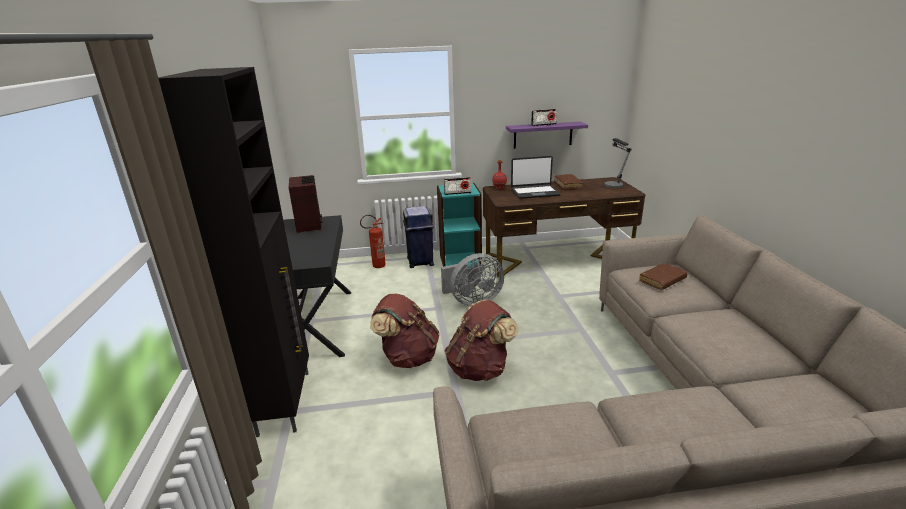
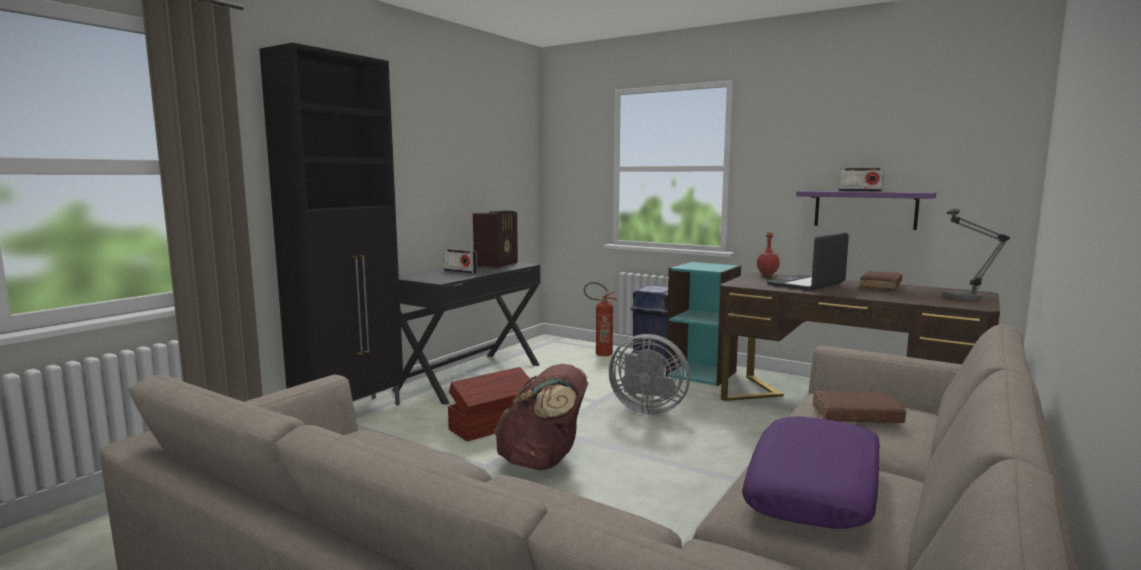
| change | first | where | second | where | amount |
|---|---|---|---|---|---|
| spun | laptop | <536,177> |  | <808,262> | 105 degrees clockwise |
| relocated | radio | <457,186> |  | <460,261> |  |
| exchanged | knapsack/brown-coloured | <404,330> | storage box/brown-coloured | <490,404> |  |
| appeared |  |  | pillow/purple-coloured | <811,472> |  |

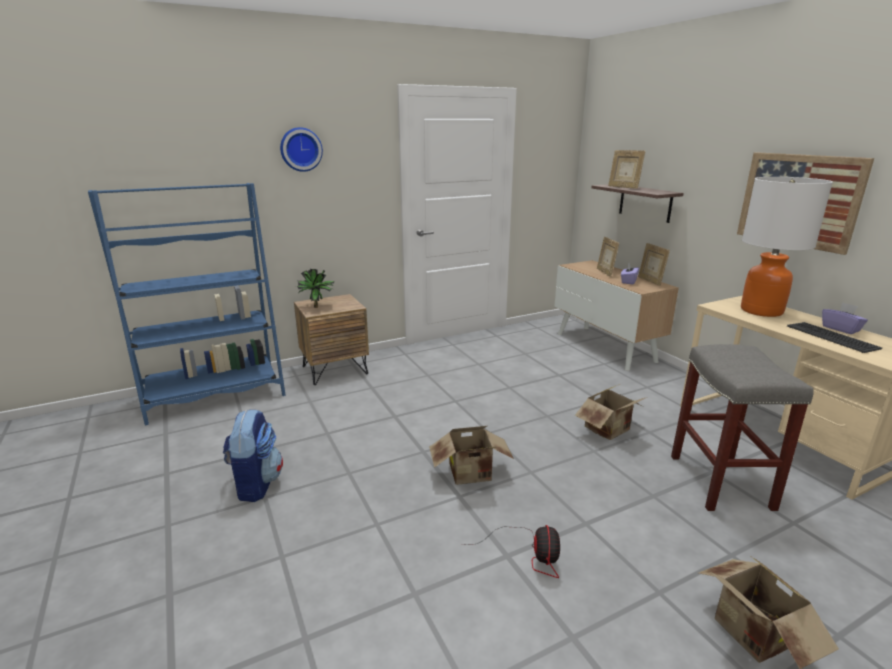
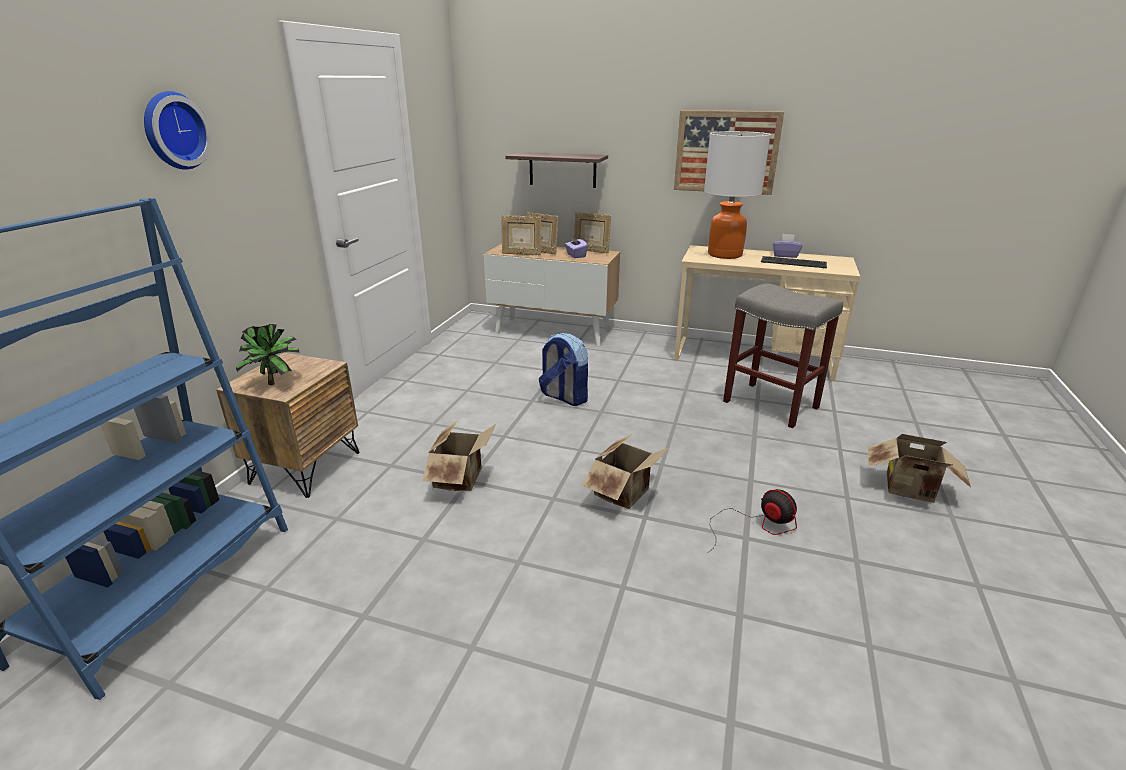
| change | first | where | second | where | amount |
|---|---|---|---|---|---|
| relocated | picture frame | <626,169> |  | <521,235> |  |
| relocated | carton | <611,412> |  | <460,455> |  |
| relocated | knapsack | <253,455> |  | <563,369> |  |

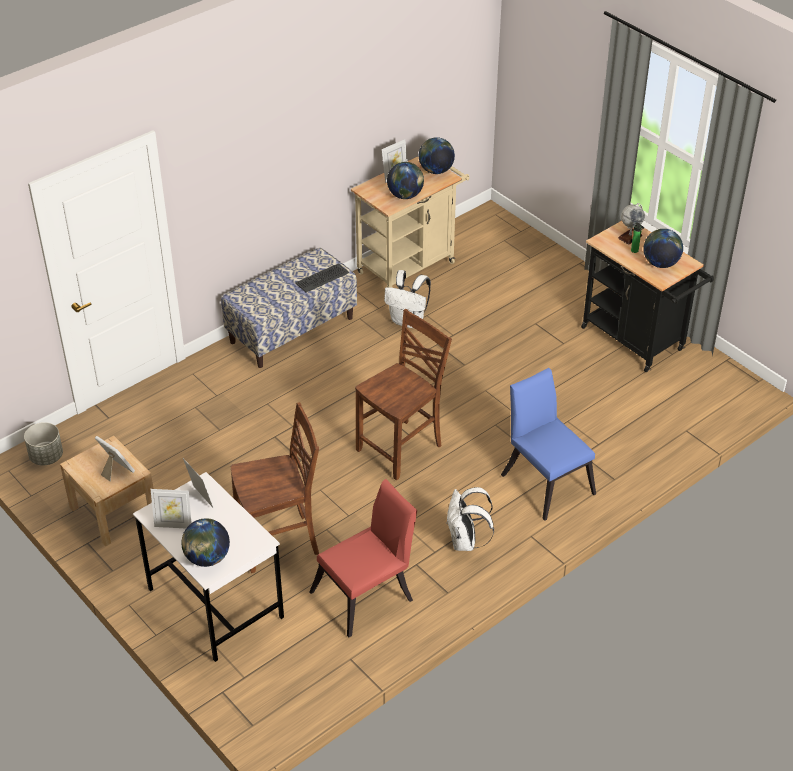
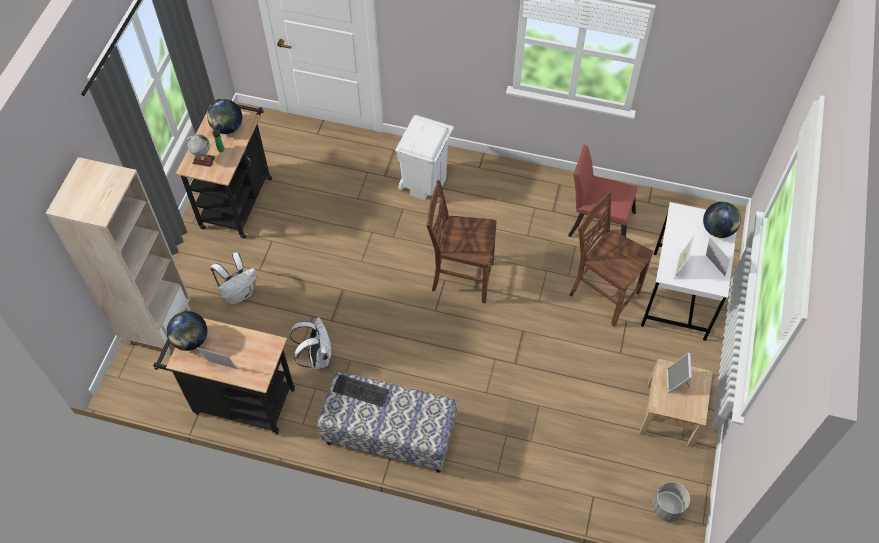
| change | first | where | second | where | amount |
|---|---|---|---|---|---|
| colour | trolley/beige | <410,221> | trolley/black-coloured | <224,376> |  |
| missing | globe | <405,180> |  |  |  |
| exchanged | plain chair/blue-coloured | <548,444> | waste bin/whitish | <425,158> |  |
| relocated | knapsack/whitish | <470,519> |  | <233,278> |  |
| appeared |  |  | bookshelf/beige | <118,256> |  |

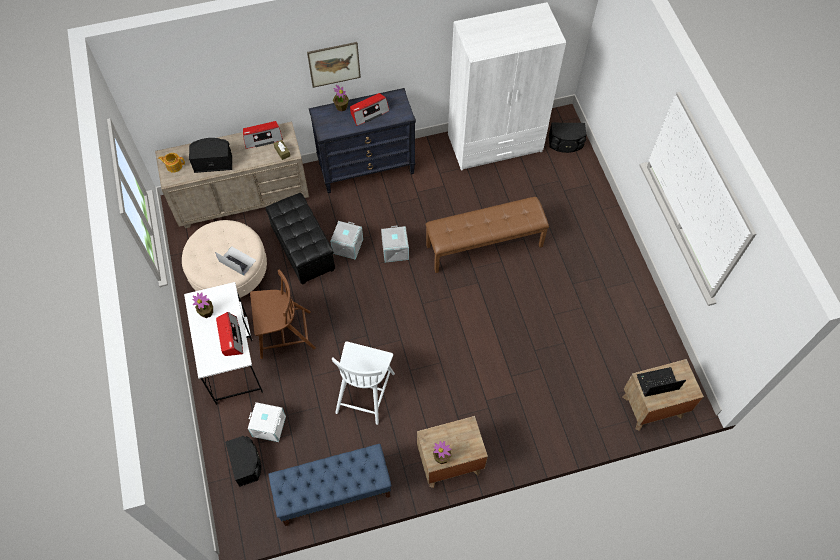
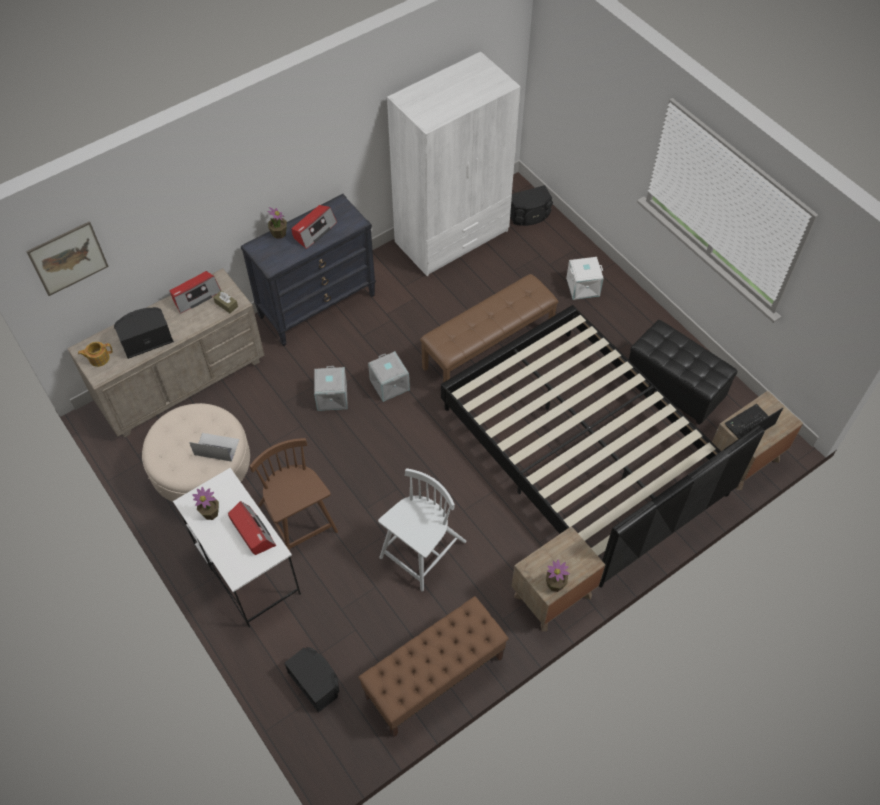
| change | first | where | second | where | amount |
|---|---|---|---|---|---|
| relocated | wall art | <334,65> |  | <67,258> |  |
| relocated | pouffe/black-coloured | <300,239> |  | <683,372> |  |
| spun | plain chair/brown-coloured | <283,314> |  | <294,494> | 90 degrees counterclockwise |
| spun | plain chair/whitish | <363,383> |  | <422,529> | 135 degrees counterclockwise |
| relocated | storage box/whitish | <267,422> |  | <585,278> |  |
| colour | long seat/blue-coloured | <330,485> | long seat/brown-coloured | <433,667> |  |
| appeared |  |  | sleeping bed/black-coloured | <603,446> |  |

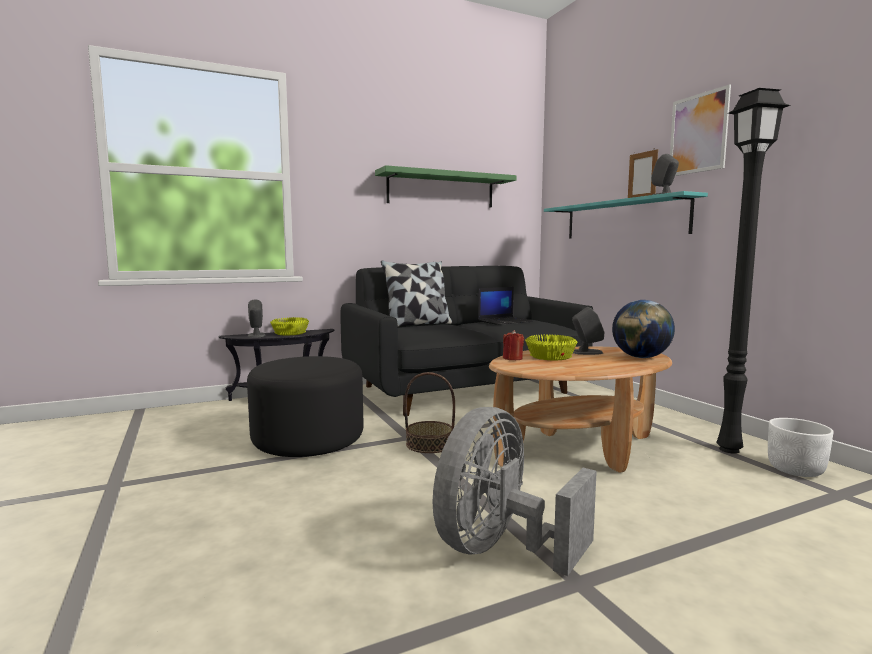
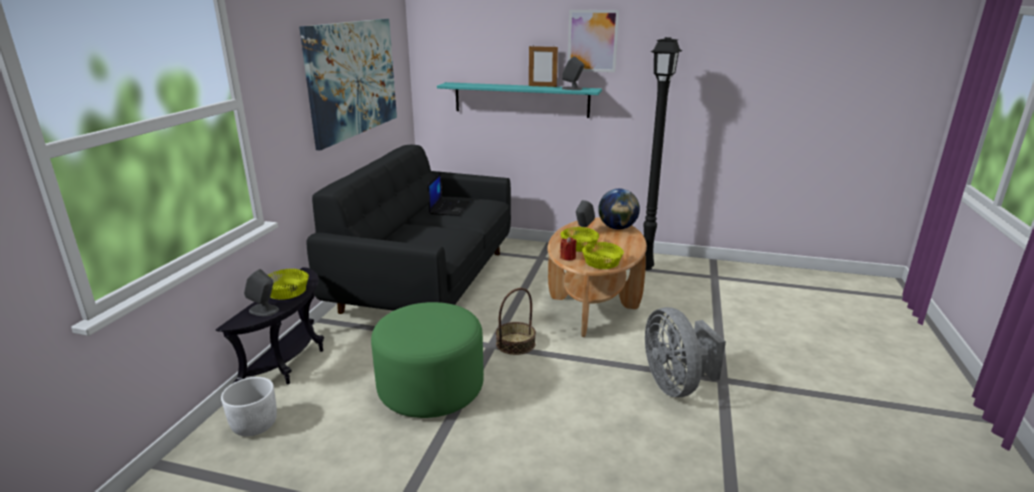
| change | first | where | second | where | amount |
|---|---|---|---|---|---|
| exchanged | wall shelf/greenish | <445,186> | wall art | <348,84> |  |
| missing | pillow | <416,293> |  |  |  |
| colour | pouffe/black-coloured | <305,406> | pouffe/greenish | <427,360> |  |
| relocated | flower pot/whitish | <801,447> |  | <249,406> |  |
| appeared |  |  | deep dish/yellow | <603,255> |  |

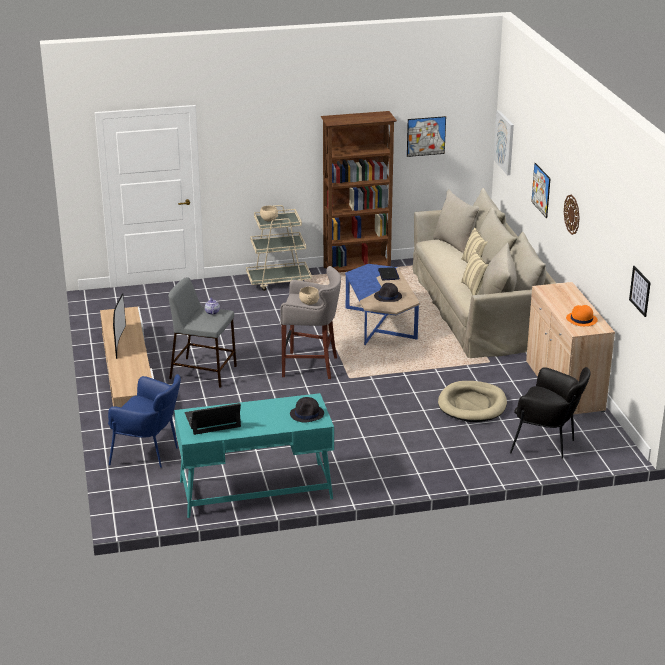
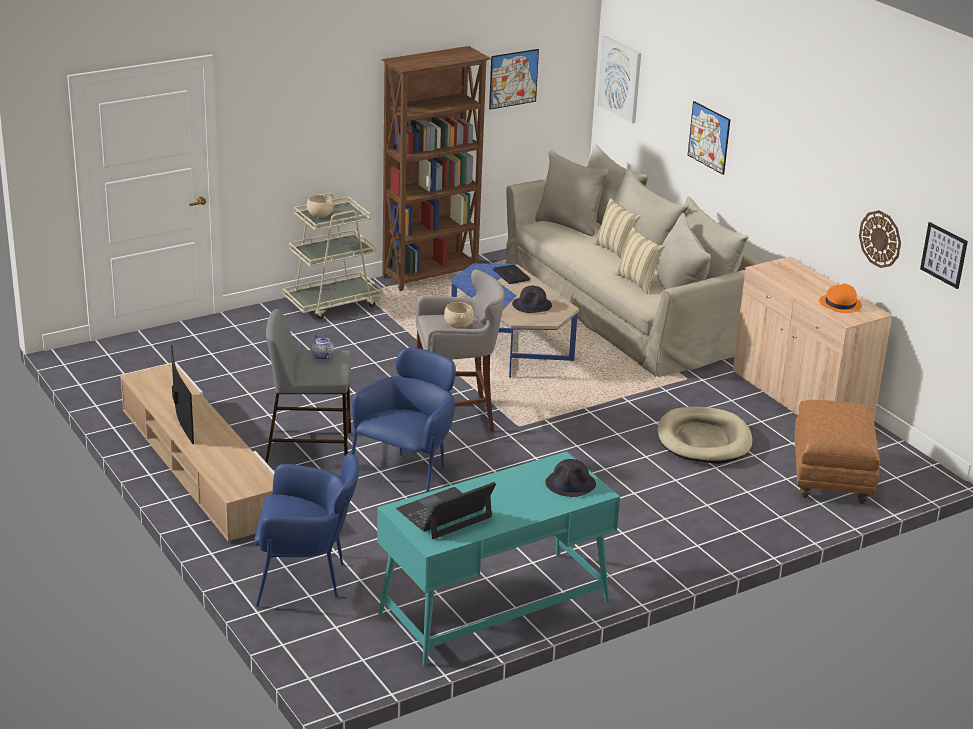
| change | first | where | second | where | amount |
|---|---|---|---|---|---|
| relocated | hanging clock | <572,214> |  | <880,239> |  |
| exchanged | easy chair/black-coloured | <550,413> | pouffe/brown-coloured | <837,452> |  |
| appeared |  |  | easy chair/blue-coloured | <403,420> |  |

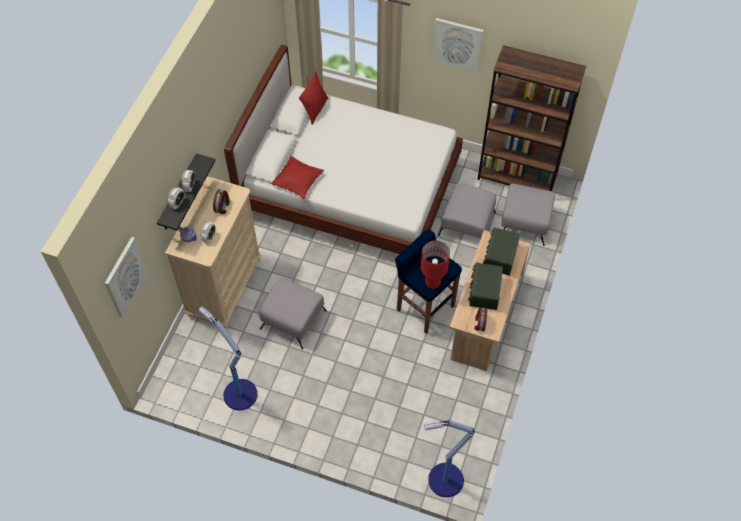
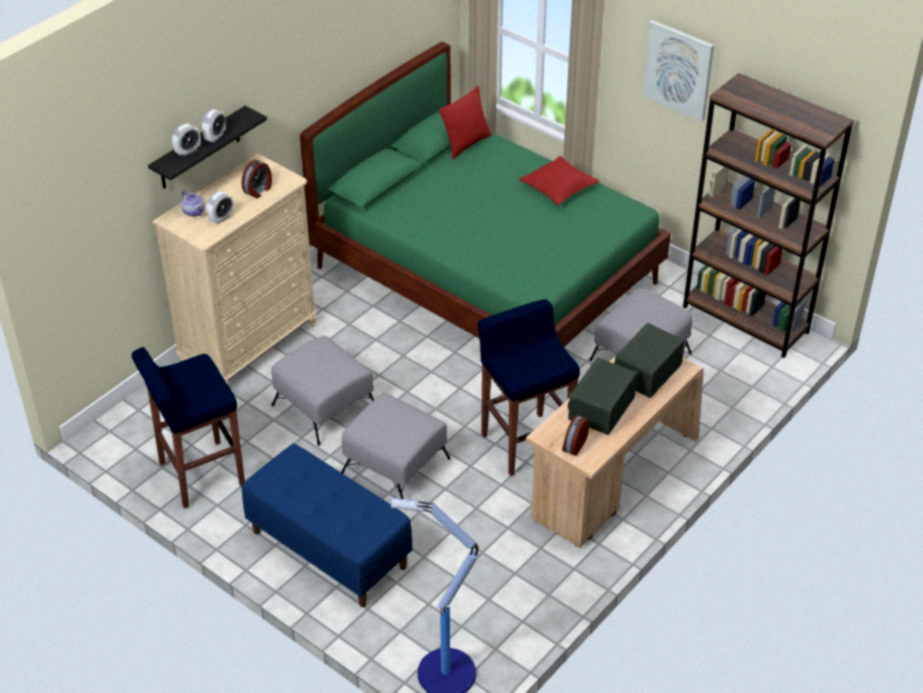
| change | first | where | second | where | amount |
|---|---|---|---|---|---|
| colour | sleeping bed/whitish | <343,149> | sleeping bed/greenish | <485,194> |  |
| relocated | pillow/red-coloured | <297,177> |  | <559,181> |  |
| relocated | pouffe/gray | <528,214> |  | <396,446> |  |
| missing | wall art | <126,277> |  |  |  |
| missing | table lamp/red-coloured | <435,265> |  |  |  |
| exchanged | standing lamp | <227,358> | stool seat/blue-coloured | <188,427> |  |
| appeared |  |  | long seat/blue-coloured | <327,525> |  |

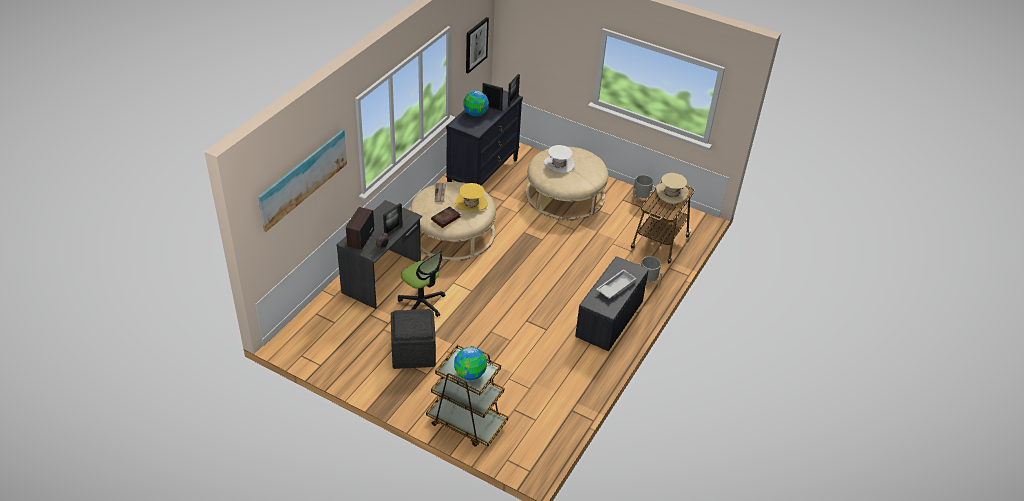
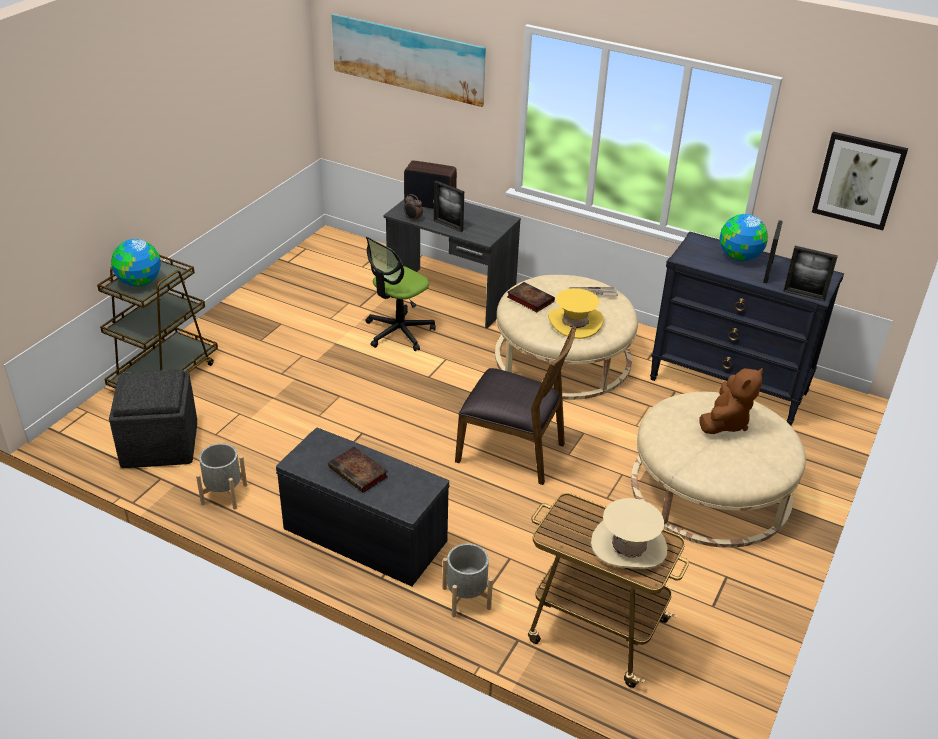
| change | first | where | second | where | amount |
|---|---|---|---|---|---|
| exchanged | hat/whitish | <559,159> | cuddly toy/brown-coloured | <731,401> |  |
| relocated | flower pot/gray | <642,190> |  | <221,476> |  |
| exchanged | tray/whitish | <616,283> | volume | <358,470> |  |
| relocated | pouffe/gray | <413,339> |  | <153,418> |  |
| appeared |  |  | plain chair/brown-coloured | <516,405> |  |

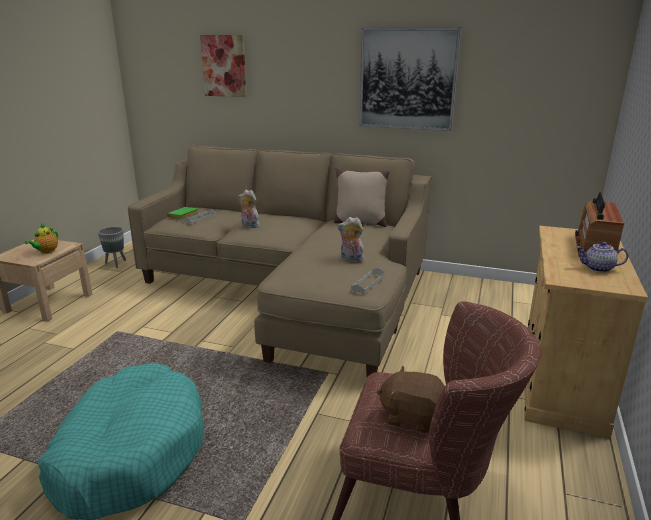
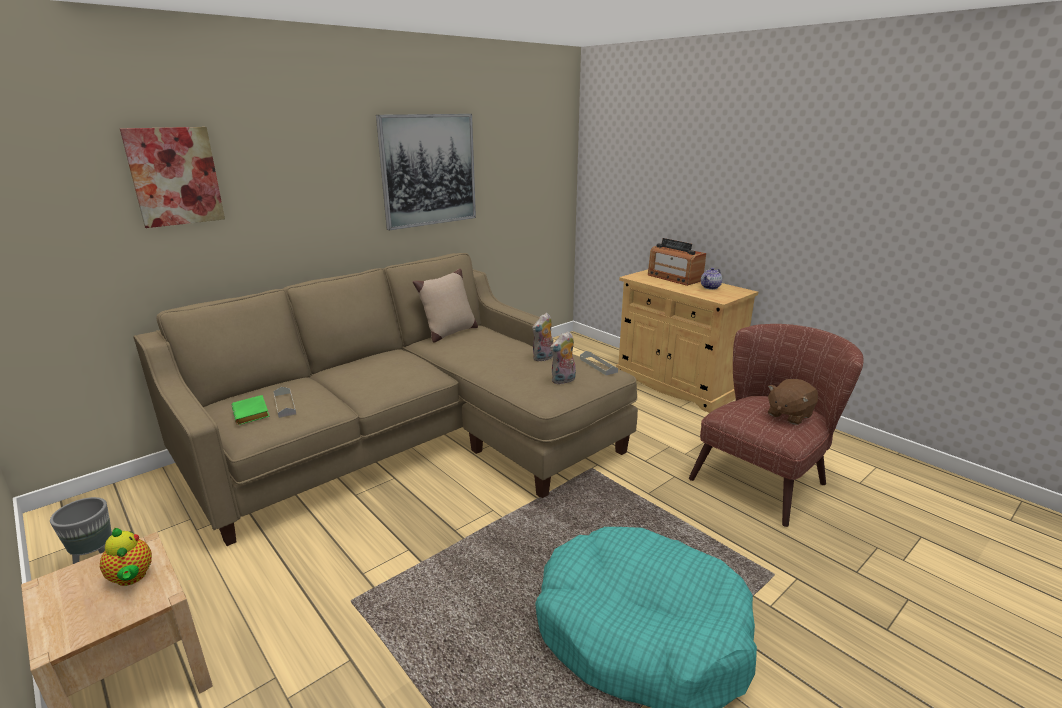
| change | first | where | second | where | amount |
|---|---|---|---|---|---|
| relocated | cuddly toy | <249,209> |  | <563,357> |  |

